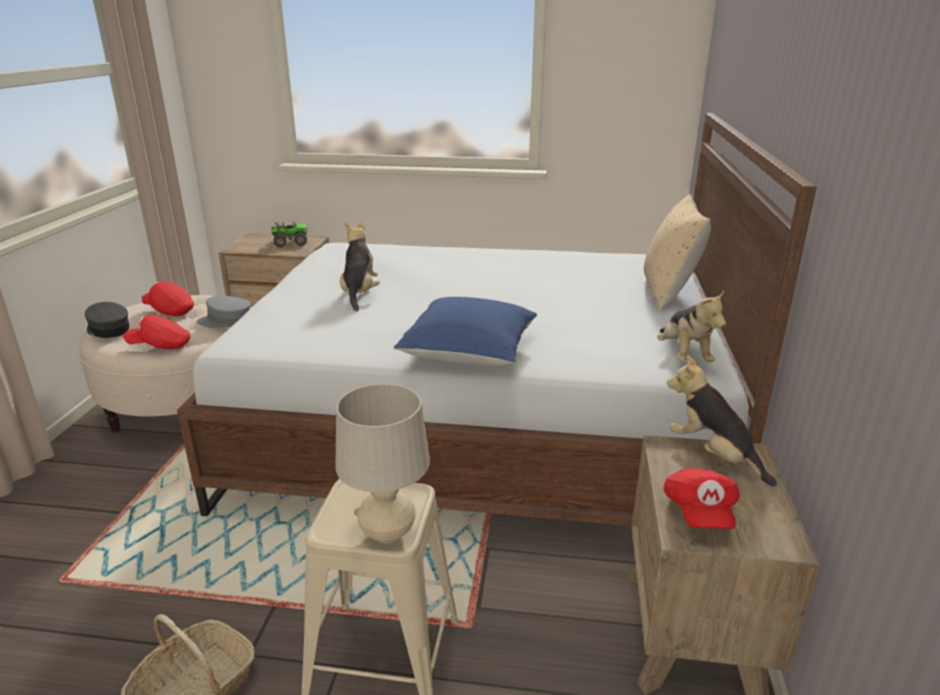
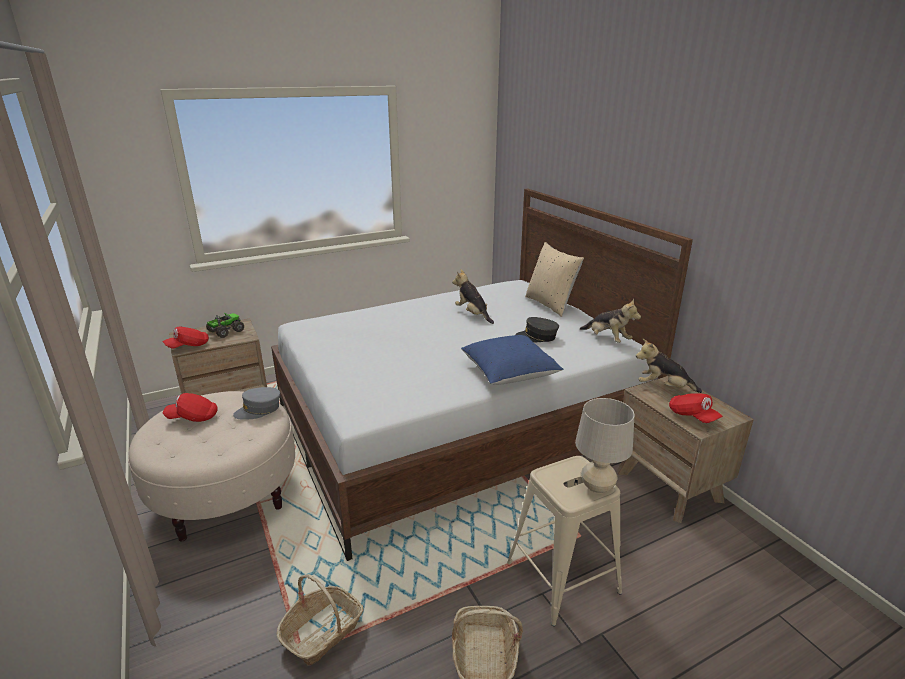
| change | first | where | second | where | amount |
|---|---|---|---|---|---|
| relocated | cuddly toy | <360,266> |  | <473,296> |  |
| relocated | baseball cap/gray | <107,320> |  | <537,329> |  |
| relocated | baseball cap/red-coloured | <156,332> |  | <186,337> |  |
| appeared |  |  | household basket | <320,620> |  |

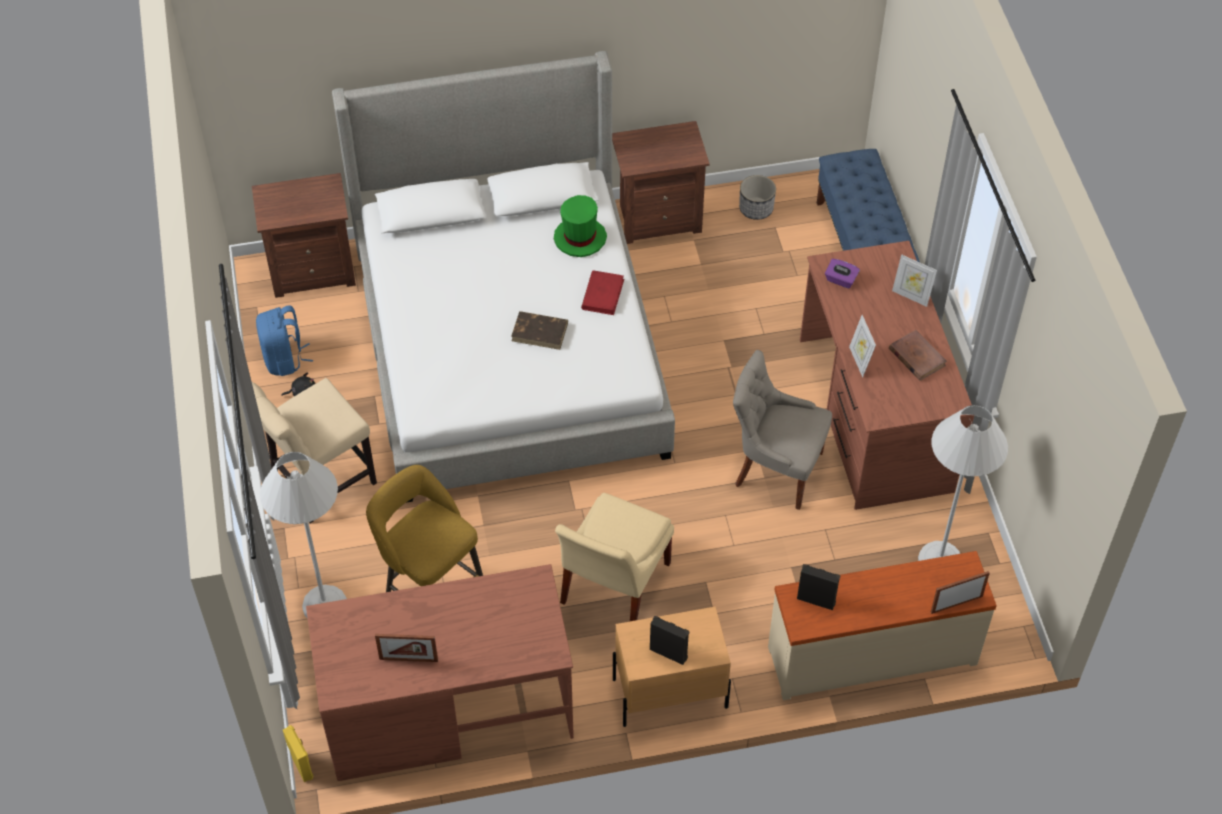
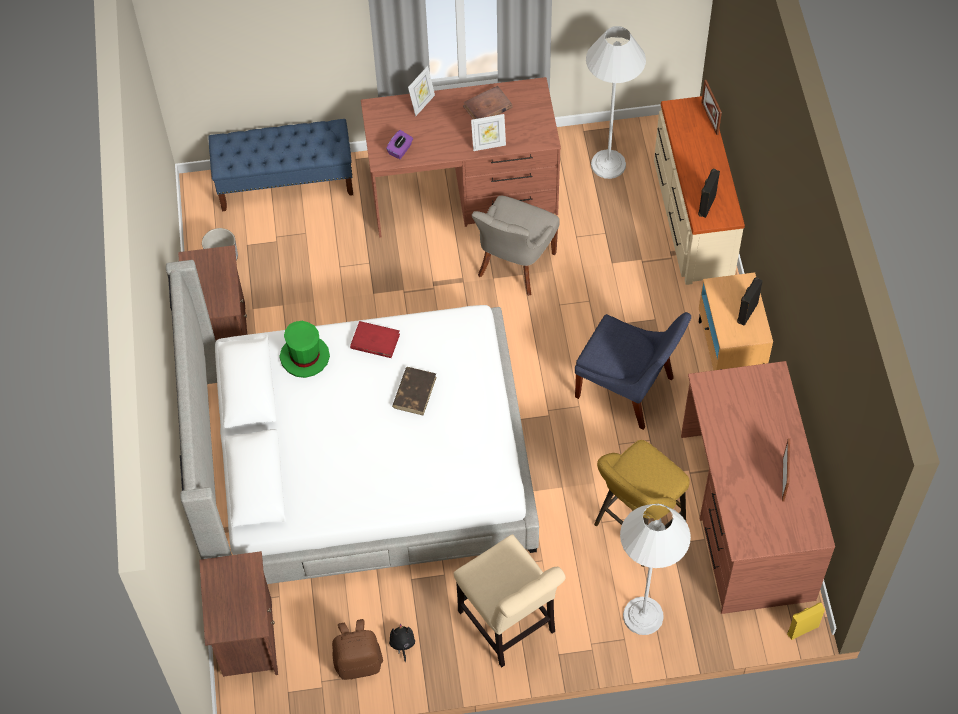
| change | first | where | second | where | amount |
|---|---|---|---|---|---|
| colour | knapsack/blue-coloured | <284,340> | knapsack/brown-coloured | <357,649> |  |
| colour | plain chair/beige | <614,557> | plain chair/blue-coloured | <633,371> |  |

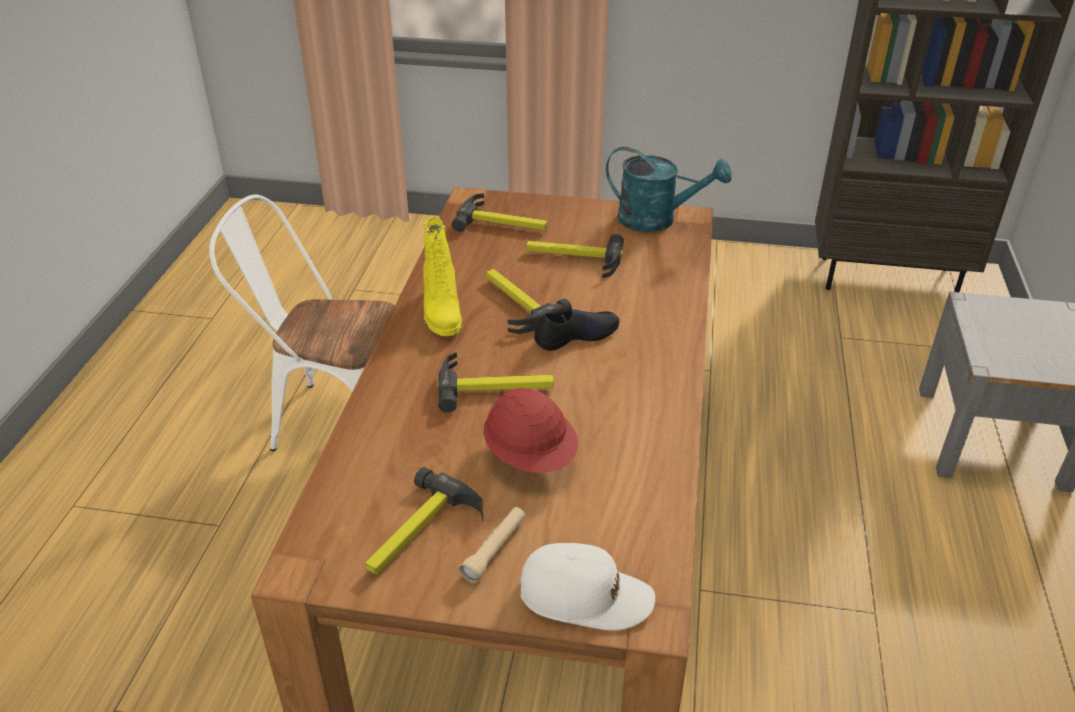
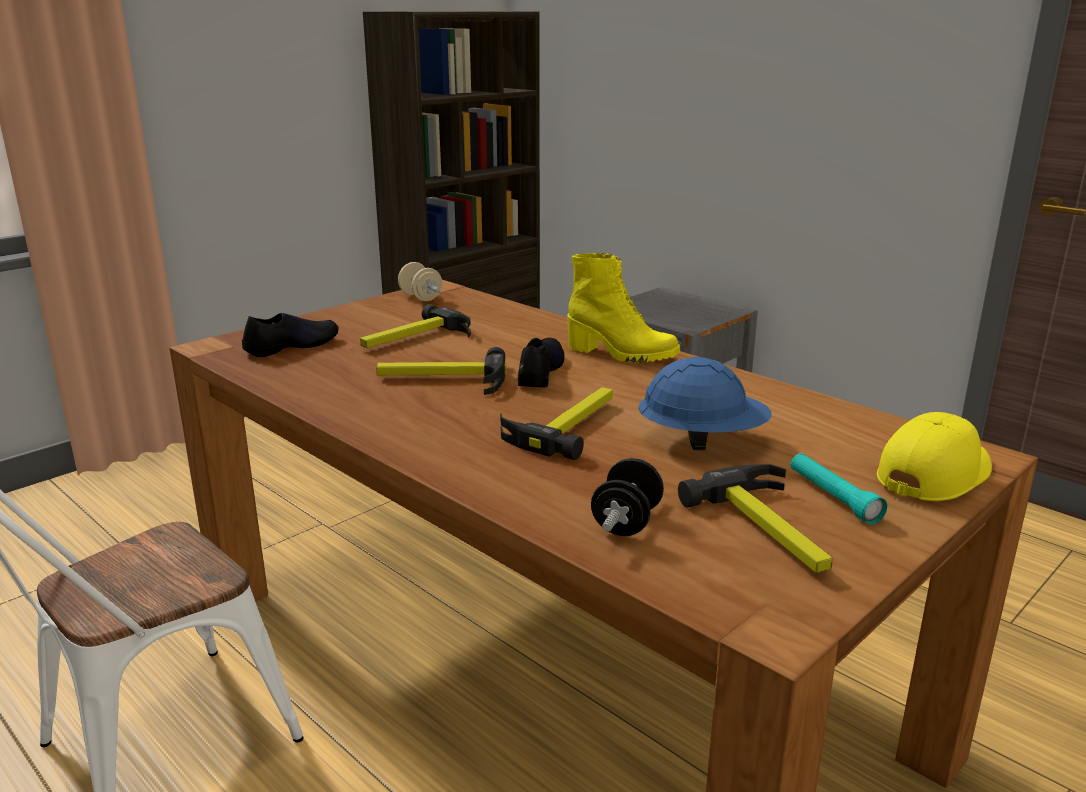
| change | first | where | second | where | amount |
|---|---|---|---|---|---|
| exchanged | watering can/turquoise | <669,189> | free weight/beige | <420,281> |  |
| exchanged | tool hammer | <500,212> | item of footwear/black-coloured | <290,335> |  |
| relocated | boot/yellow | <442,276> |  | <623,308> |  |
| colour | hard hat/red-coloured | <531,430> | hard hat/blue-coloured | <705,403> |  |
| colour | torch/beige | <492,545> | torch/turquoise | <839,489> |  |
| colour | baseball cap/whitish | <588,586> | baseball cap/yellow | <934,456> |  |
| appeared |  |  | free weight/black-coloured | <627,497> |  |

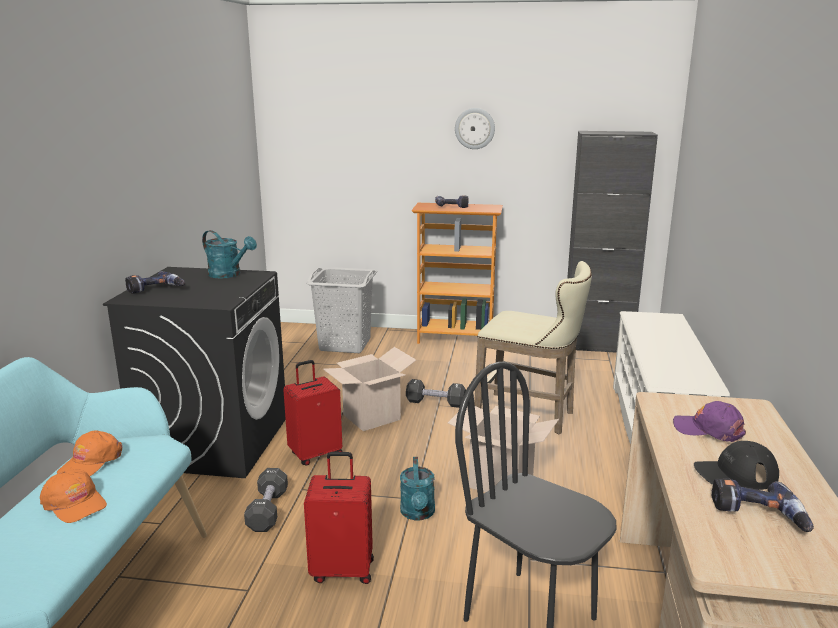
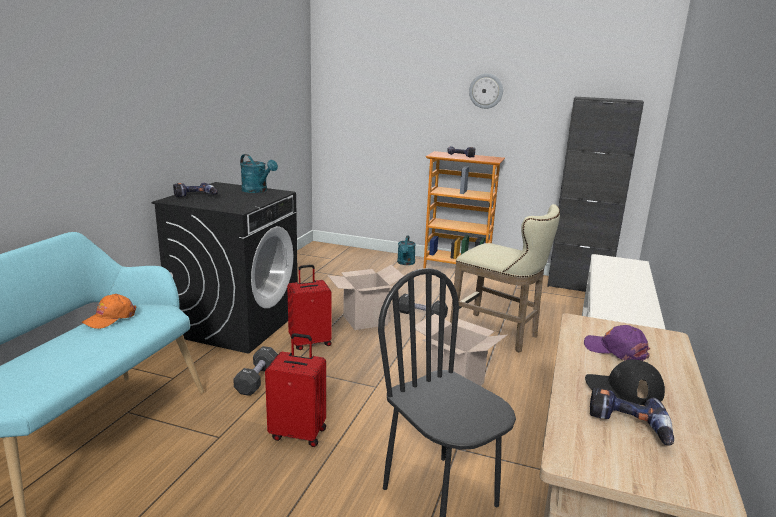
| change | first | where | second | where | amount |
|---|---|---|---|---|---|
| missing | hamper/gray | <341,310> |  |  |  |
| relocated | watering can/turquoise | <417,489> |  | <406,250> |  |
| missing | baseball cap/orangey | <73,496> |  |  |  |

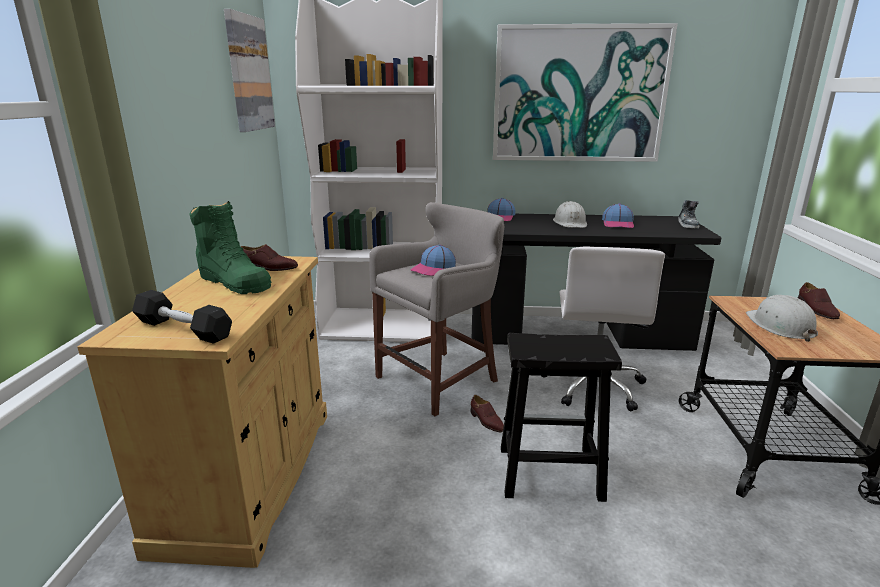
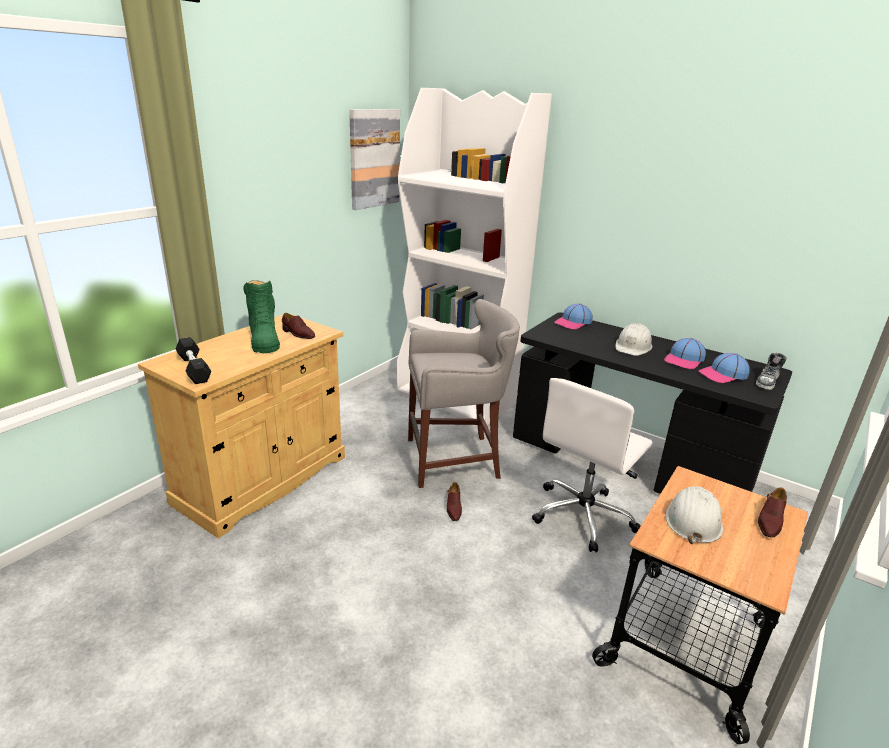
| change | first | where | second | where | amount |
|---|---|---|---|---|---|
| missing | wall art | <585,92> |  |  |  |
| relocated | baseball cap | <433,260> |  | <724,368> |  |
| missing | stool seat/black-coloured | <561,417> |  |  |  |

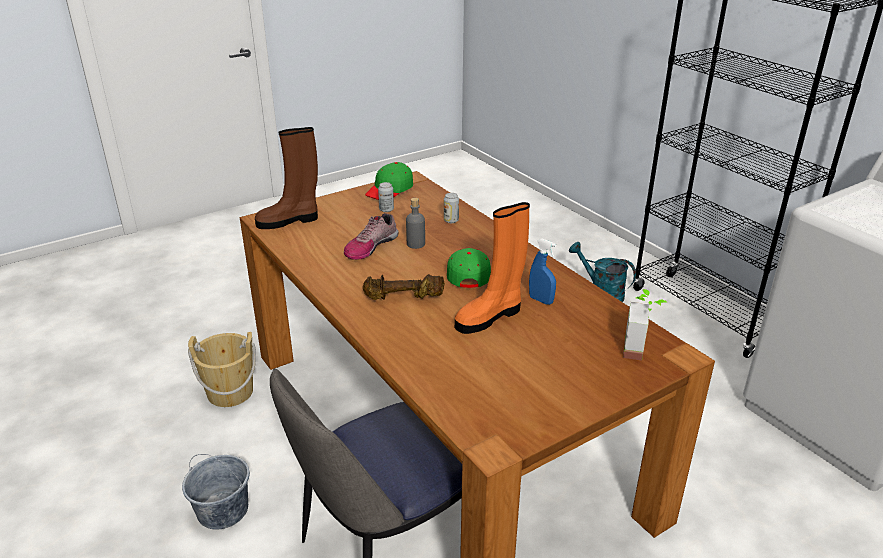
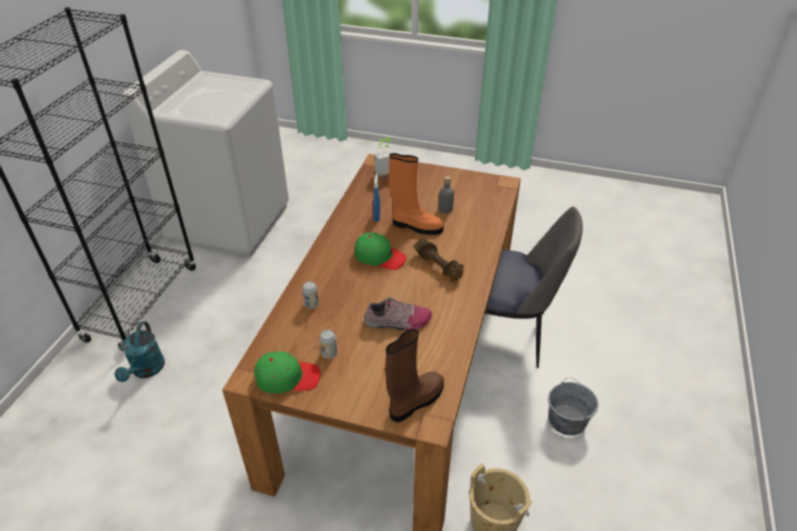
| change | first | where | second | where | amount |
|---|---|---|---|---|---|
| spun | boot/brown-coloured | <286,178> |  | <414,375> | 75 degrees counterclockwise |
| relocated | bottle/gray | <415,223> |  | <446,195> |  |
| spun | baseball cap/greenish | <469,268> |  | <380,251> | 120 degrees counterclockwise |

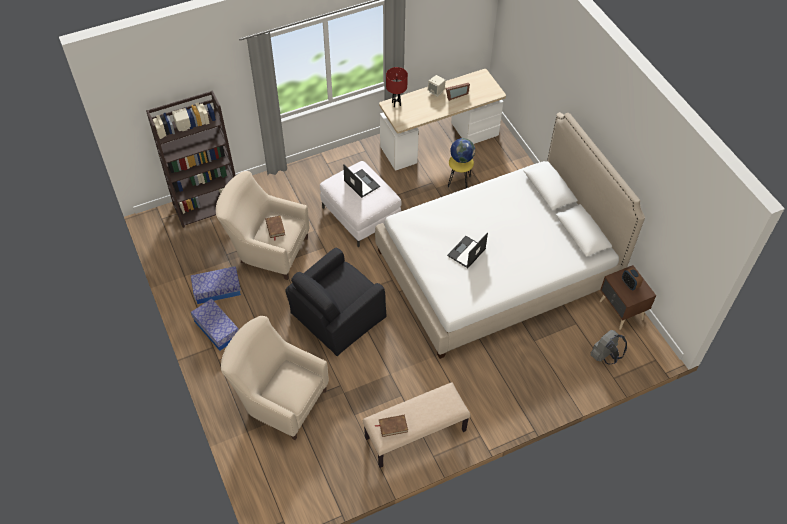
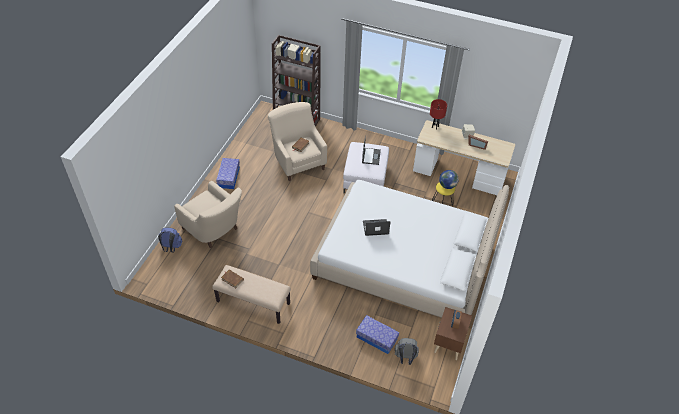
| change | first | where | second | where | amount |
|---|---|---|---|---|---|
| missing | easy chair/black-coloured | <336,302> |  |  |  |
| relocated | storage box | <216,285> |  | <377,334> |  |
| spun | easy chair/beige | <275,378> |  | <208,214> | 150 degrees clockwise |
| appeared |  |  | knapsack/blue-coloured | <170,240> |  |

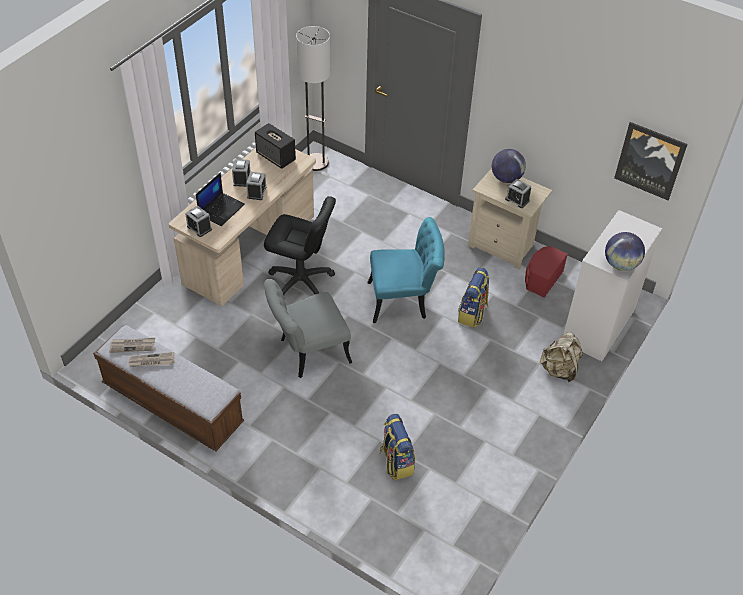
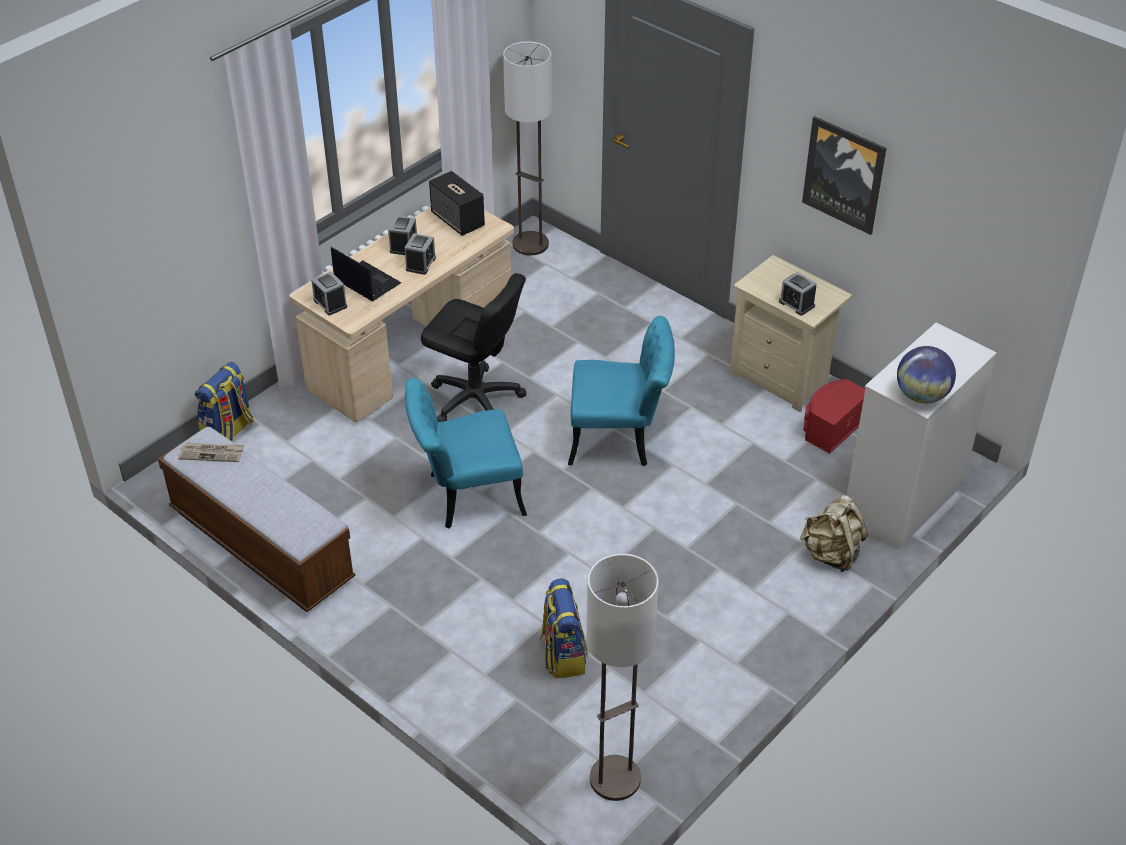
| change | first | where | second | where | amount |
|---|---|---|---|---|---|
| relocated | wall art | <651,161> |  | <844,175> |  |
| missing | globe | <509,166> |  |  |  |
| spun | laptop | <220,199> |  | <366,274> | 90 degrees counterclockwise |
| relocated | knapsack | <474,298> |  | <224,402> |  |
| colour | plain chair/gray | <308,328> | plain chair/turquoise | <466,453> |  |
| missing | daily paper | <151,359> |  |  |  |
| appeared |  |  | standing lamp | <623,677> |  |

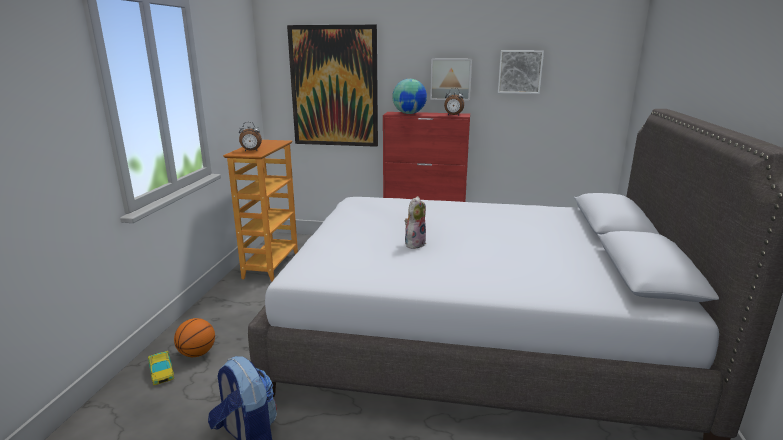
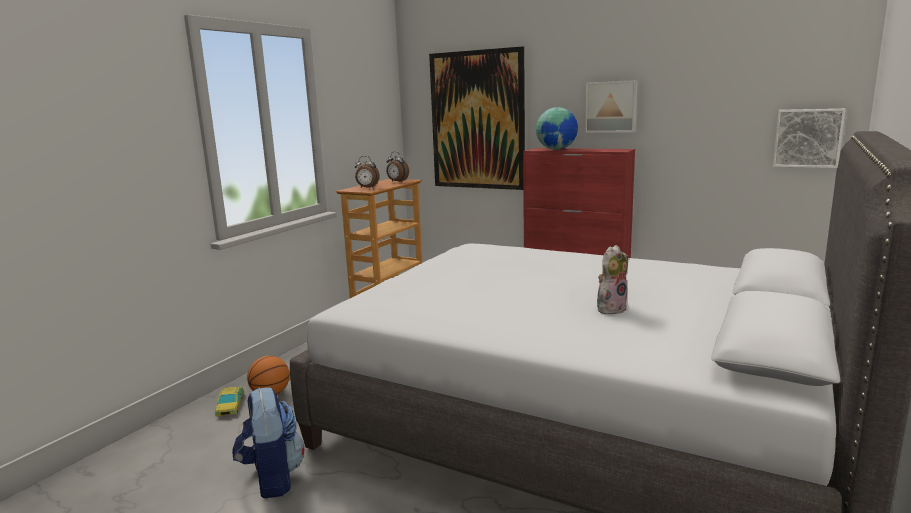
| change | first | where | second | where | amount |
|---|---|---|---|---|---|
| relocated | wall art | <521,72> |  | <809,138> |  |
| relocated | alarm clock | <454,101> |  | <397,167> |  |
| relocated | cuddly toy | <415,222> |  | <612,279> |  |

